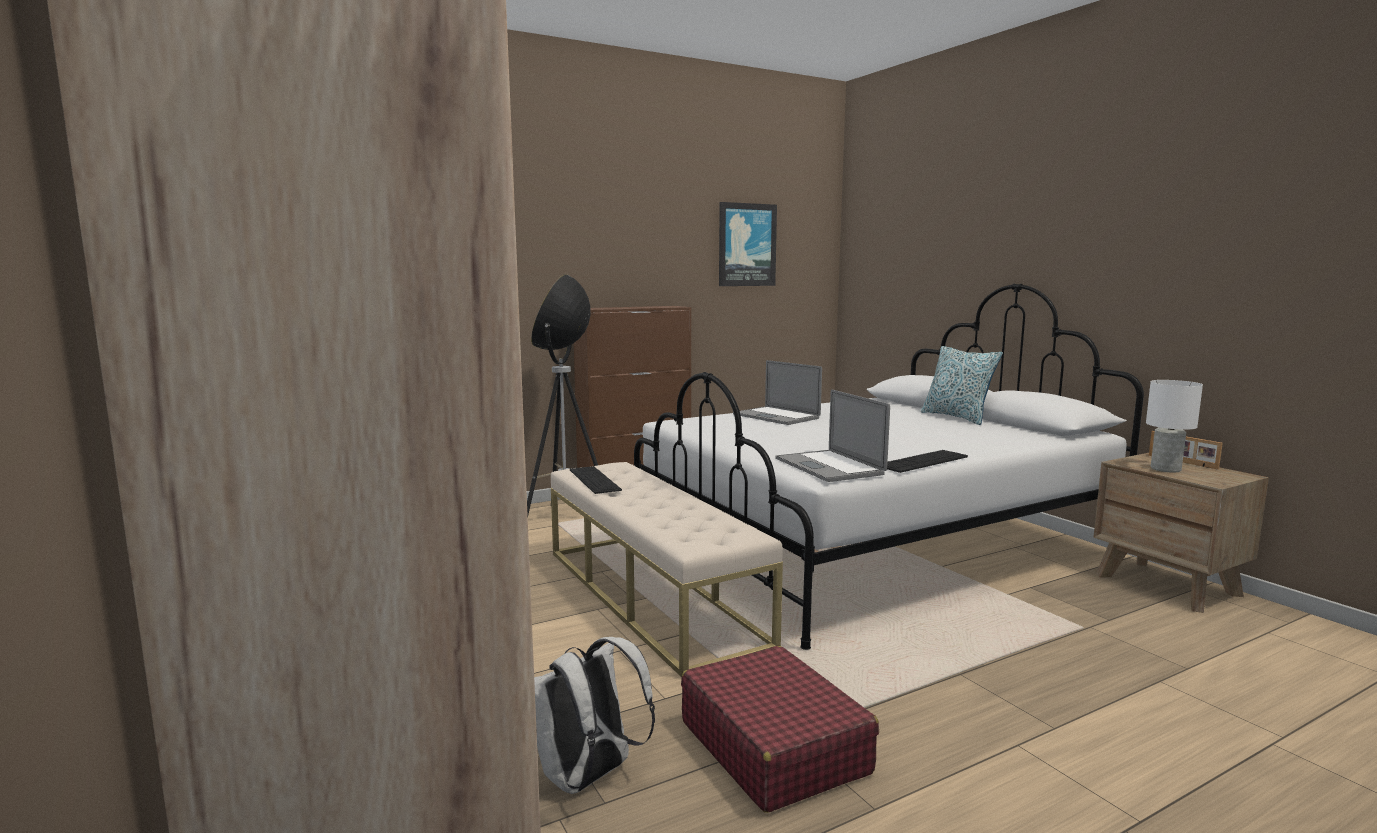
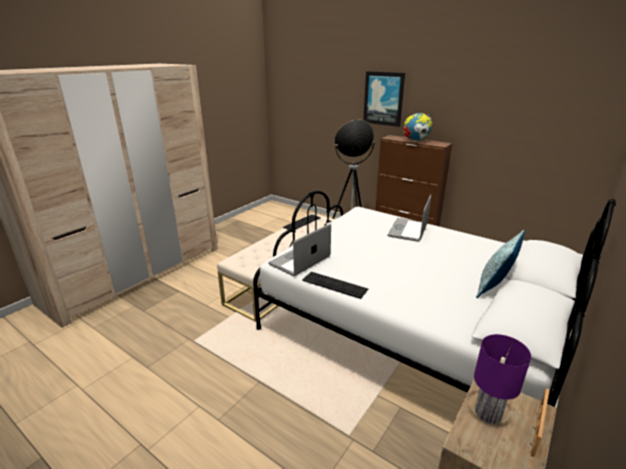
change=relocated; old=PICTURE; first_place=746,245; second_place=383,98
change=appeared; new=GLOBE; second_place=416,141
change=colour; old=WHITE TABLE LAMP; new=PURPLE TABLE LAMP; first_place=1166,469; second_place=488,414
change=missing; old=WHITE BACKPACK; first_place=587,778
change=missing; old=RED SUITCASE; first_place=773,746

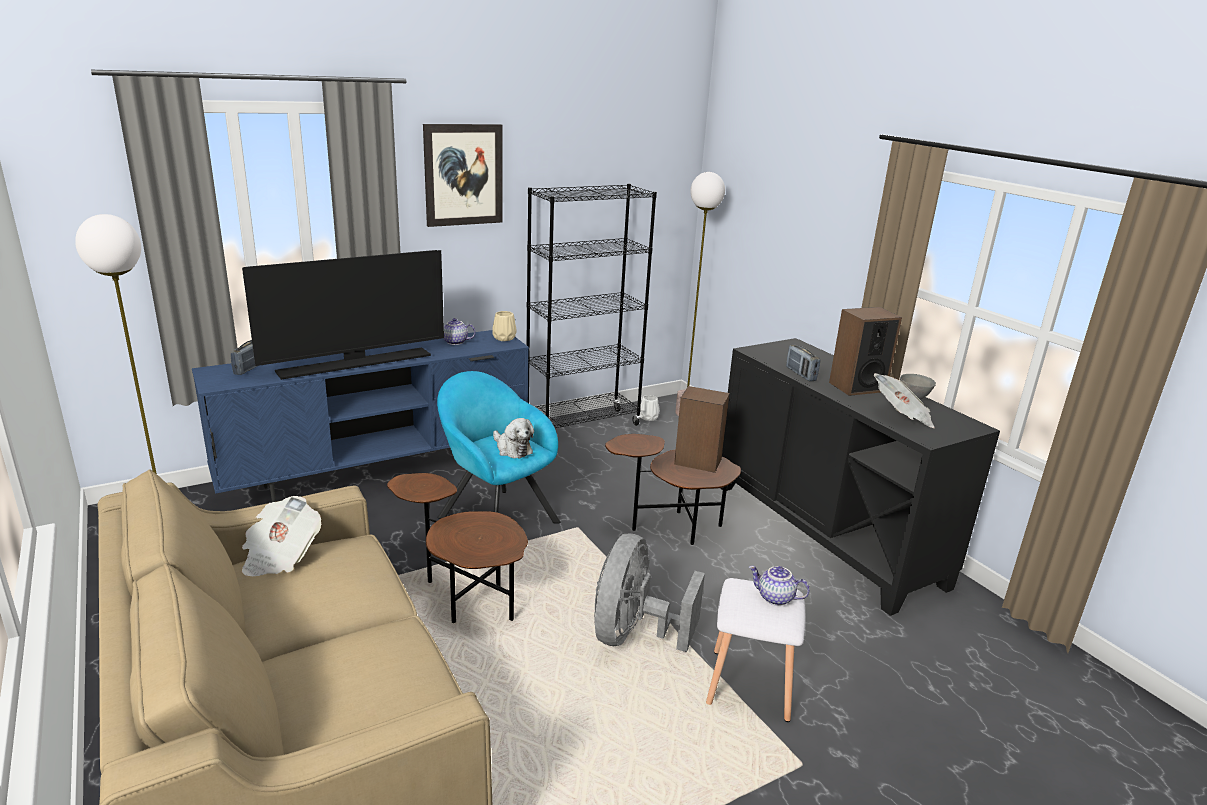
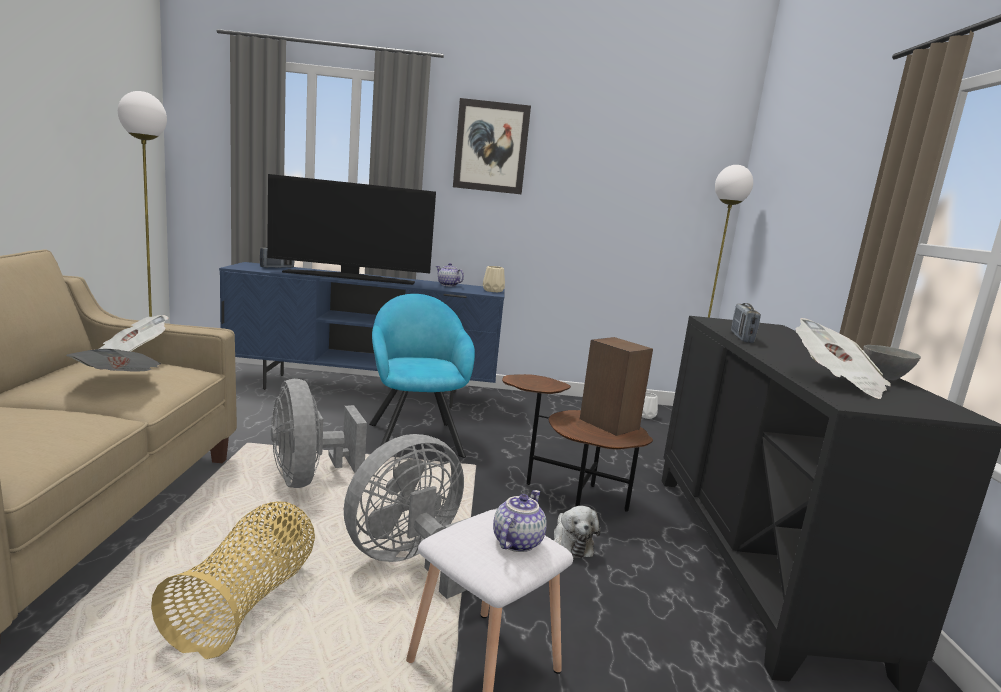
change=appeared; new=NEWSPAPER; second_place=119,382
change=appeared; new=BASKET; second_place=246,603
change=exchanged; old=BROWN SIDE TABLE; new=GREY FAN; first_place=464,599; second_place=308,478
change=spun; old=TEAPOT; first_place=775,598; second_place=516,541; degrees=60
change=relocated; old=PLUSH TOY; first_place=512,449; second_place=571,543
change=missing; old=BLACK BOOKCASE; first_place=582,426
change=missing; old=SPEAKER; first_place=857,387

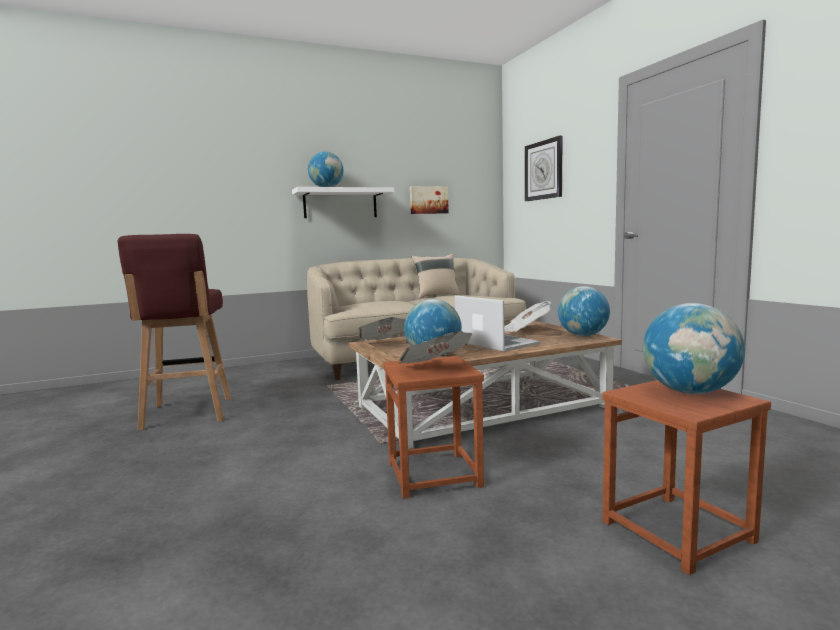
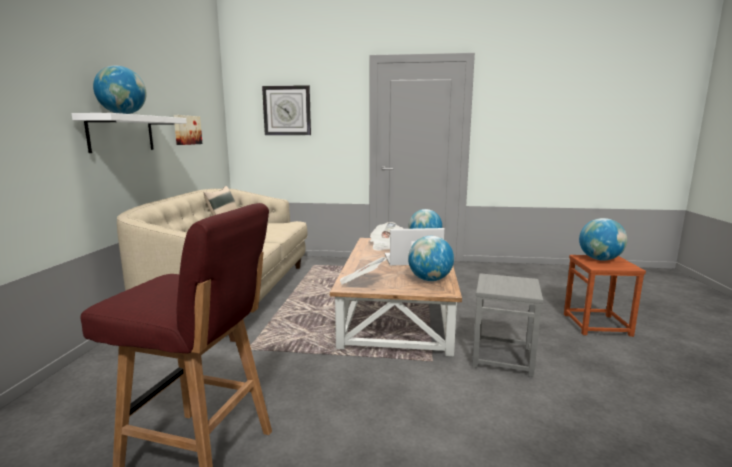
change=colour; old=BROWN STOOL; new=GREY STOOL; first_place=434,474; second_place=502,357
change=missing; old=NEWSPAPER; first_place=435,369

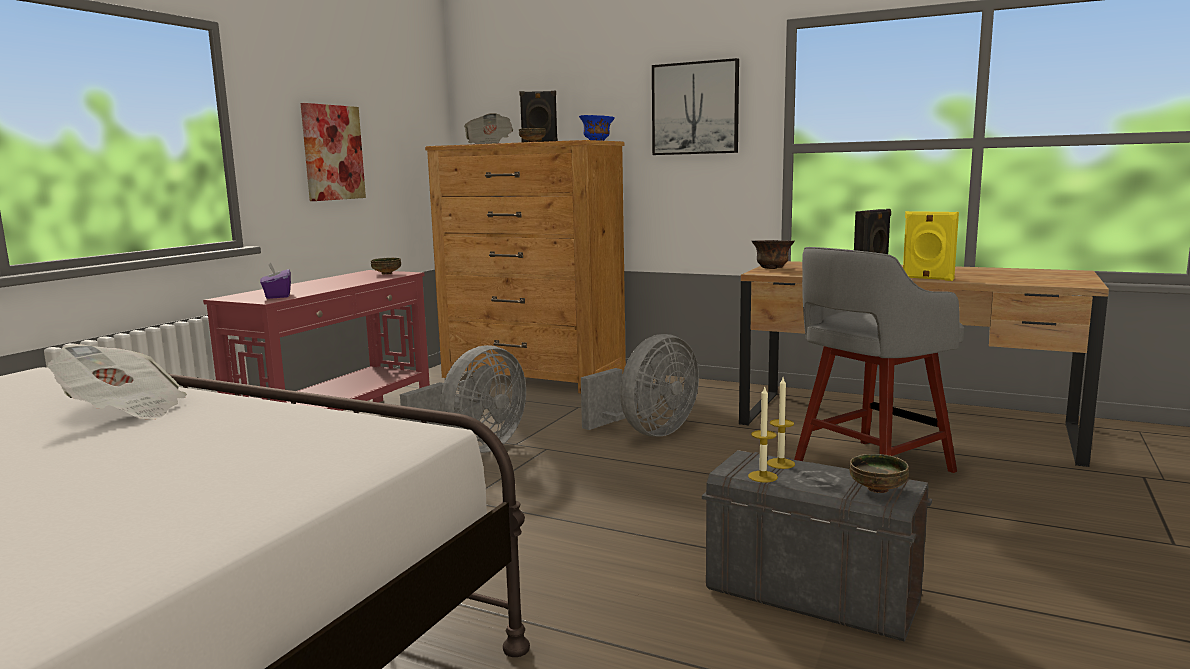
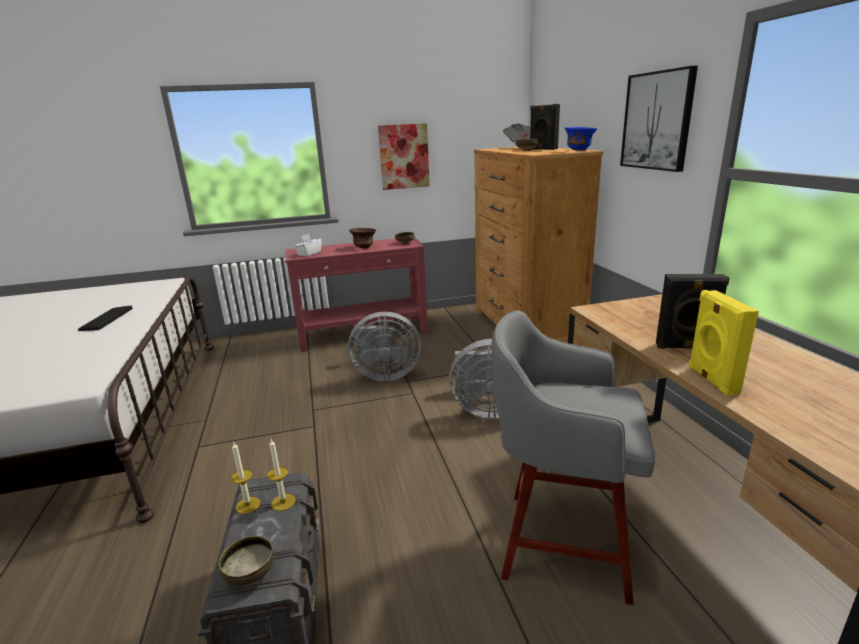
change=exchanged; old=NEWSPAPER; new=KEYBOARD; first_place=124,411; second_place=106,319
change=colour; old=PURPLE TISSUE BOX; new=WHITE TISSUE BOX; first_place=277,296; second_place=309,254
change=relocated; old=BROWN BOWL; first_place=771,268; second_place=364,247

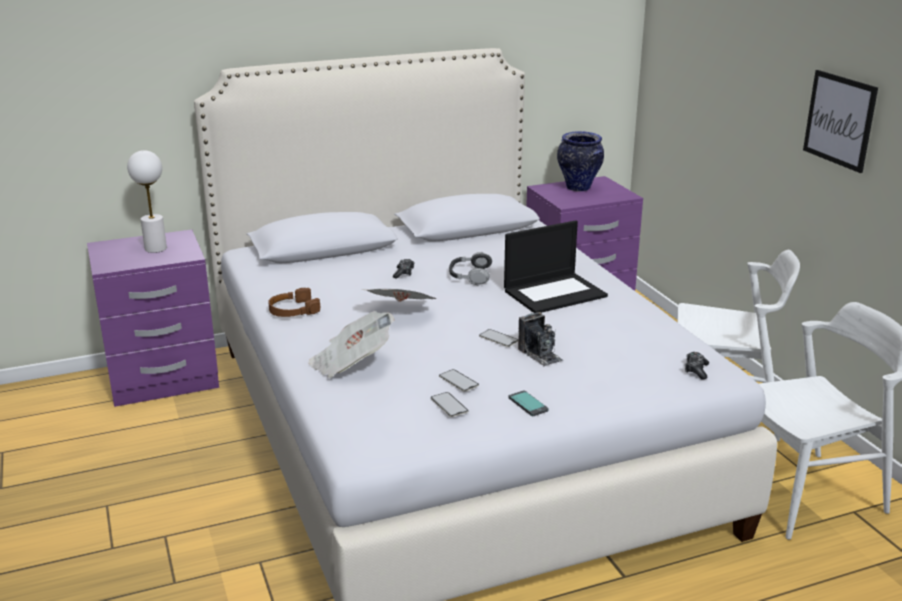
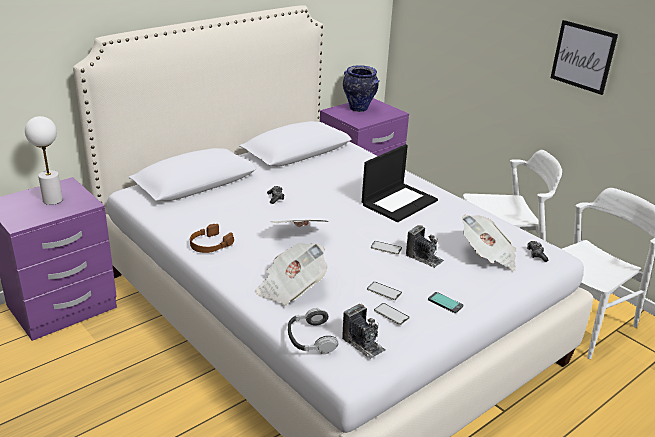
change=relocated; old=HEADPHONES; first_place=470,275; second_place=310,338
change=appeared; new=PHOTO CAMERA; second_place=363,344
change=appeared; new=NEWSPAPER; second_place=488,256

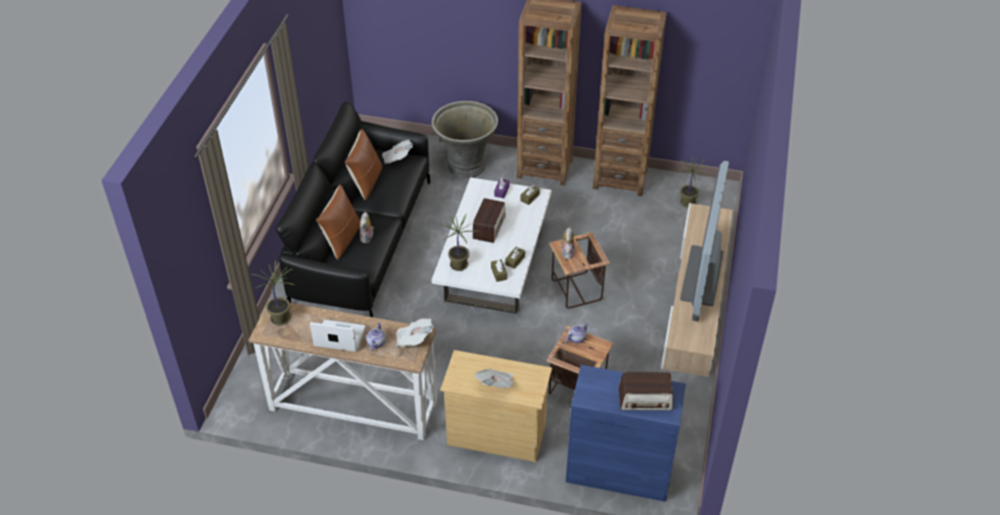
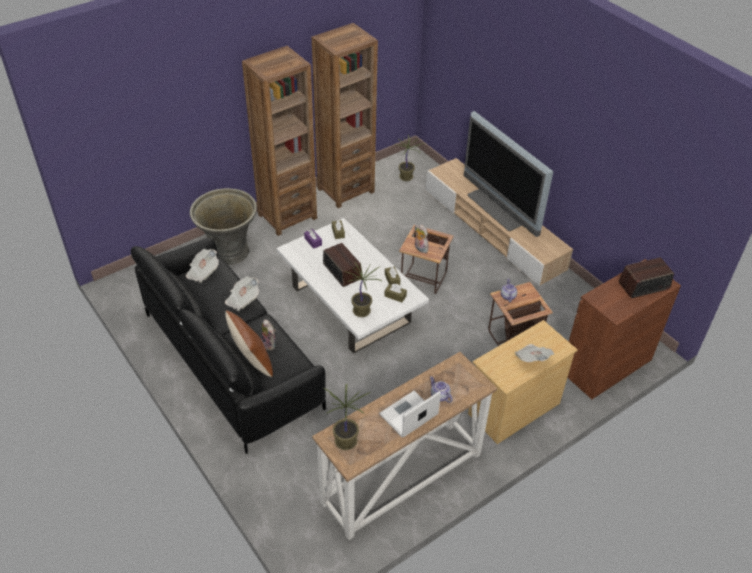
change=relocated; old=NEWSPAPER; first_place=413,339; second_place=242,300
change=colour; old=BLUE CABINET; new=BROWN CABINET; first_place=619,471; second_place=606,365
change=spun; old=RADIO; first_place=645,399; second_place=643,285; degrees=-150
change=missing; old=BROWN PILLOW; first_place=366,182

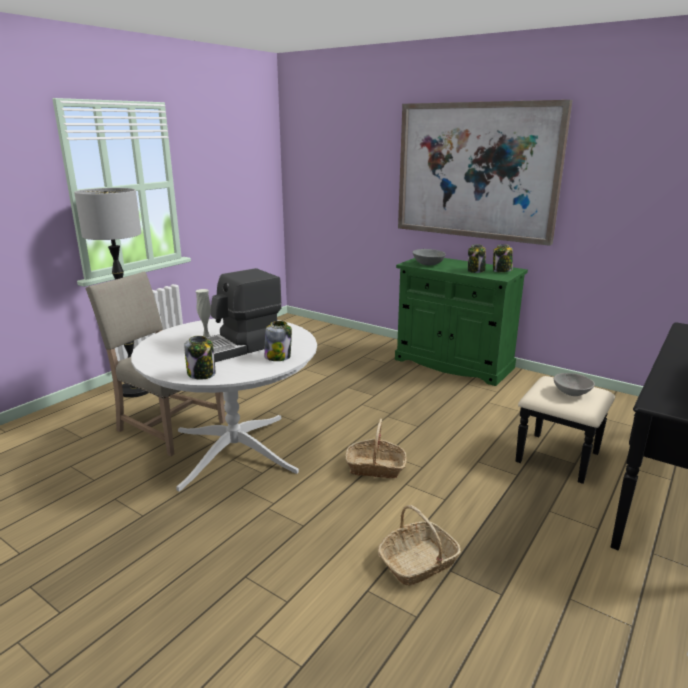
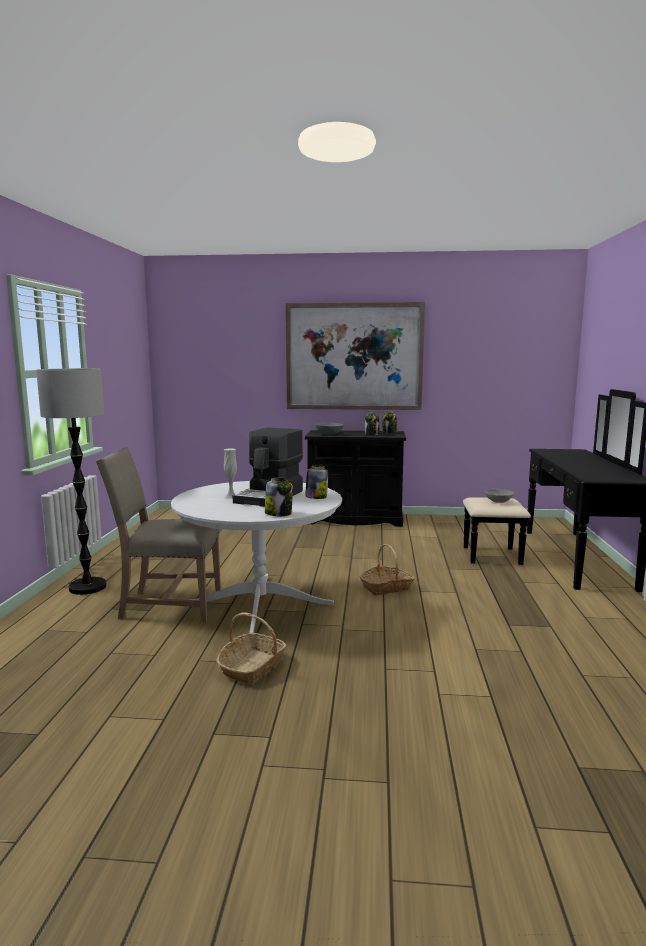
change=relocated; old=BASKET; first_place=418,563; second_place=252,667
change=colour; old=GREEN CABINET; new=BLACK CABINET; first_place=453,364; second_place=355,519

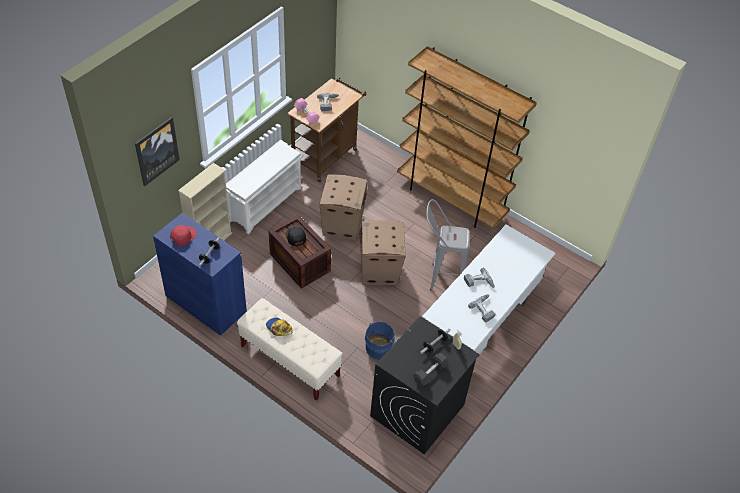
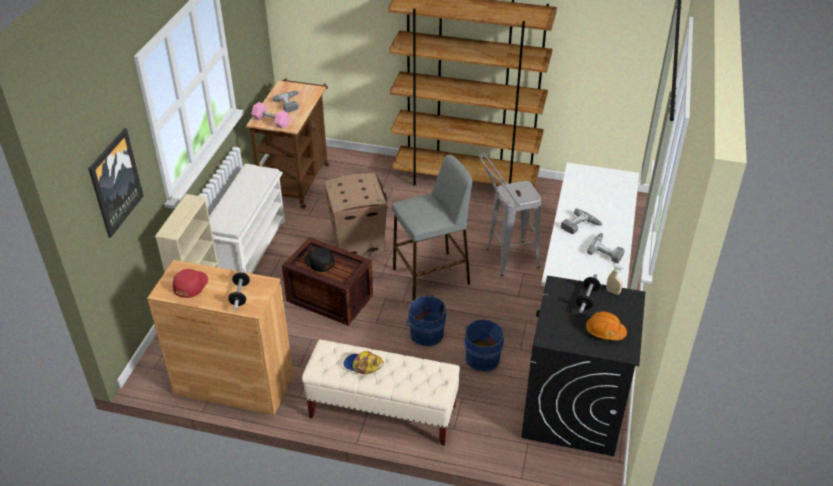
change=colour; old=BLUE CABINET; new=BROWN CABINET; first_place=205,303; second_place=233,384
change=exchanged; old=CARDBOARD BOX; new=GREY STOOL; first_place=379,271; second_place=431,276
change=appeared; new=BLUE BUCKET; second_place=425,333
change=exchanged; old=GREY DUMBBELL; new=ORANGE HARD HAT; first_place=430,373; second_place=604,331

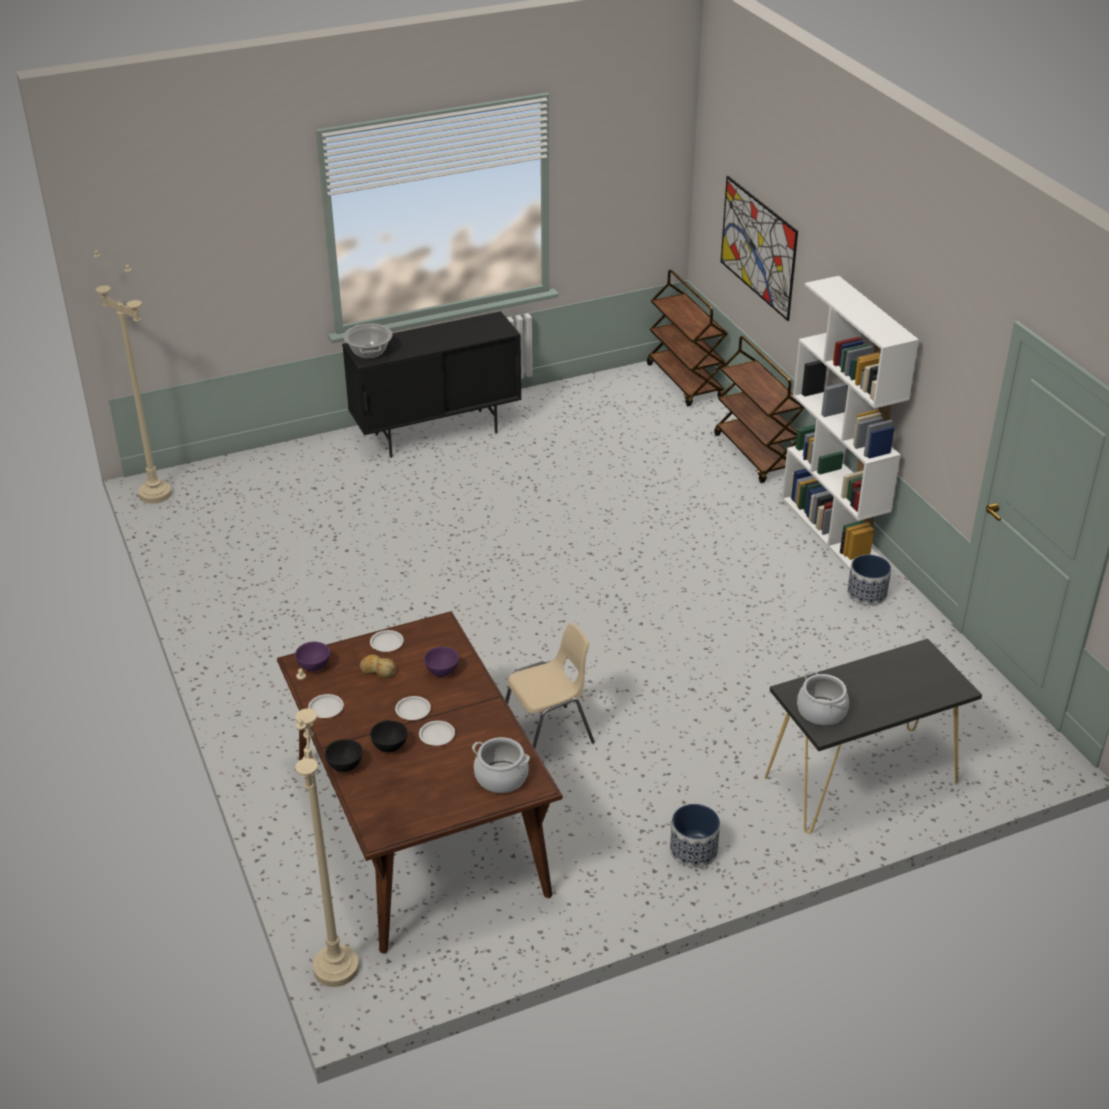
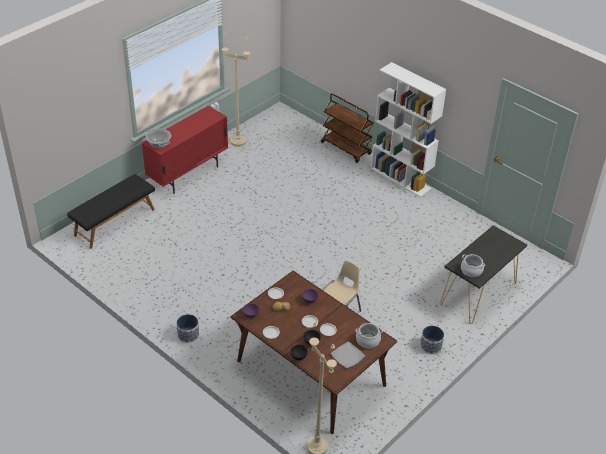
change=appeared; new=BLACK BENCH; second_place=114,222
change=colour; old=BLACK CABINET; new=RED CABINET; first_place=437,433; second_place=188,175
change=relocated; old=PLANTER; first_place=867,594; second_place=188,335
change=relocated; old=BEIGE FLOOR LAMP; first_place=155,494; second_place=238,142
change=appeared; new=PLATE; second_place=348,356
change=missing; old=BROWN CART; first_place=685,382
change=missing; old=PICTURE; first_place=758,247

